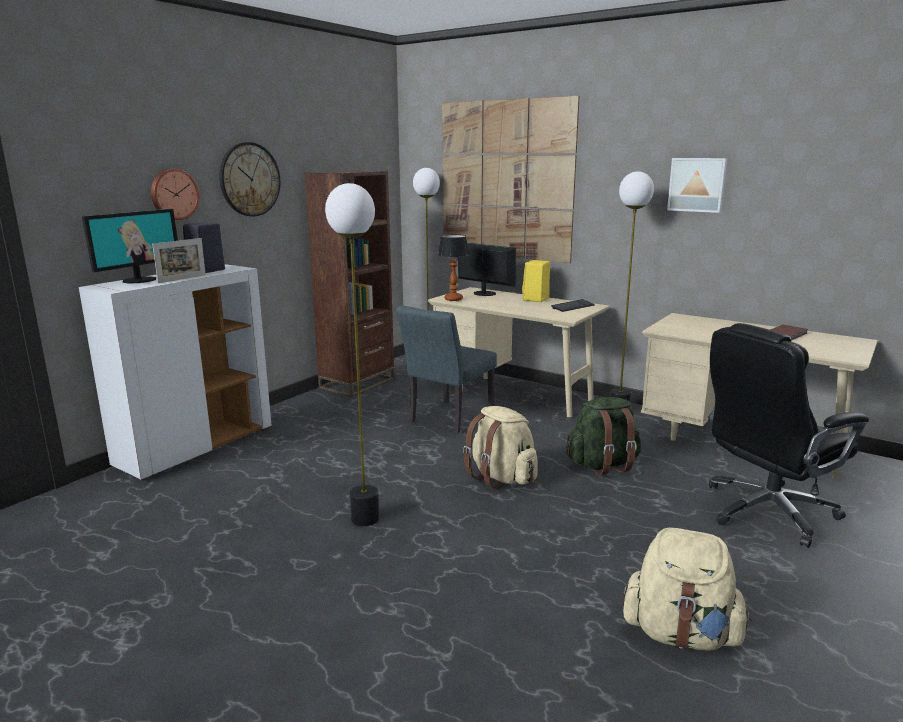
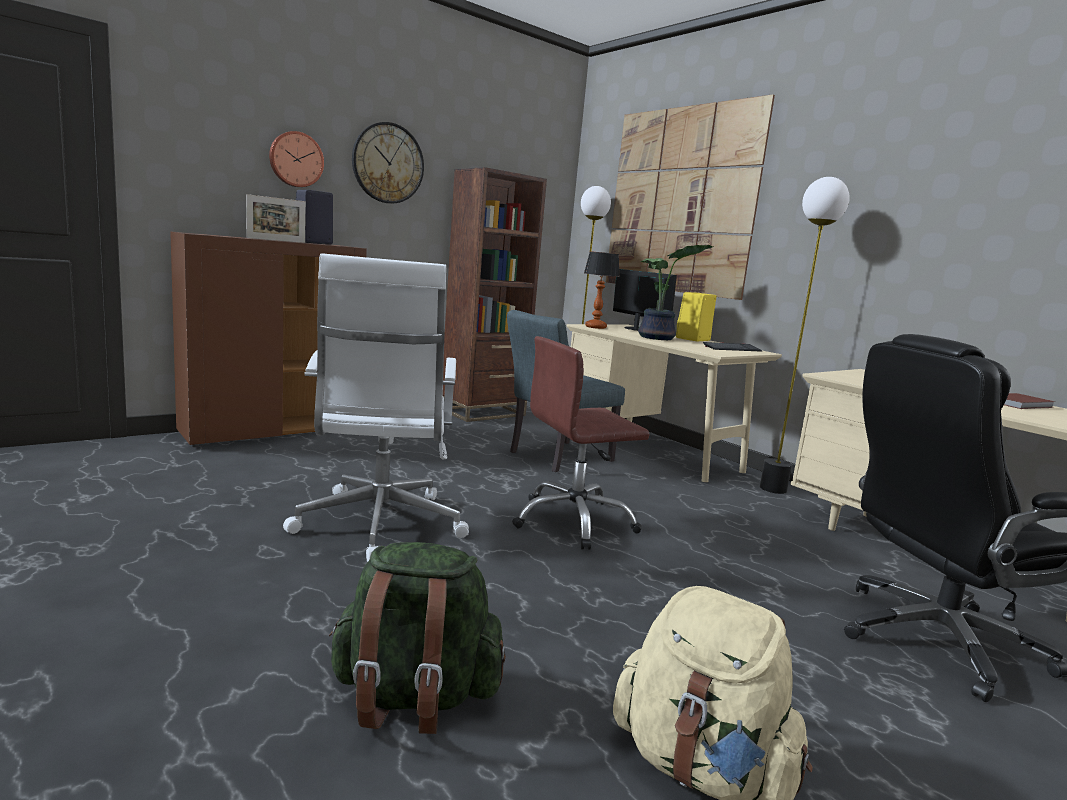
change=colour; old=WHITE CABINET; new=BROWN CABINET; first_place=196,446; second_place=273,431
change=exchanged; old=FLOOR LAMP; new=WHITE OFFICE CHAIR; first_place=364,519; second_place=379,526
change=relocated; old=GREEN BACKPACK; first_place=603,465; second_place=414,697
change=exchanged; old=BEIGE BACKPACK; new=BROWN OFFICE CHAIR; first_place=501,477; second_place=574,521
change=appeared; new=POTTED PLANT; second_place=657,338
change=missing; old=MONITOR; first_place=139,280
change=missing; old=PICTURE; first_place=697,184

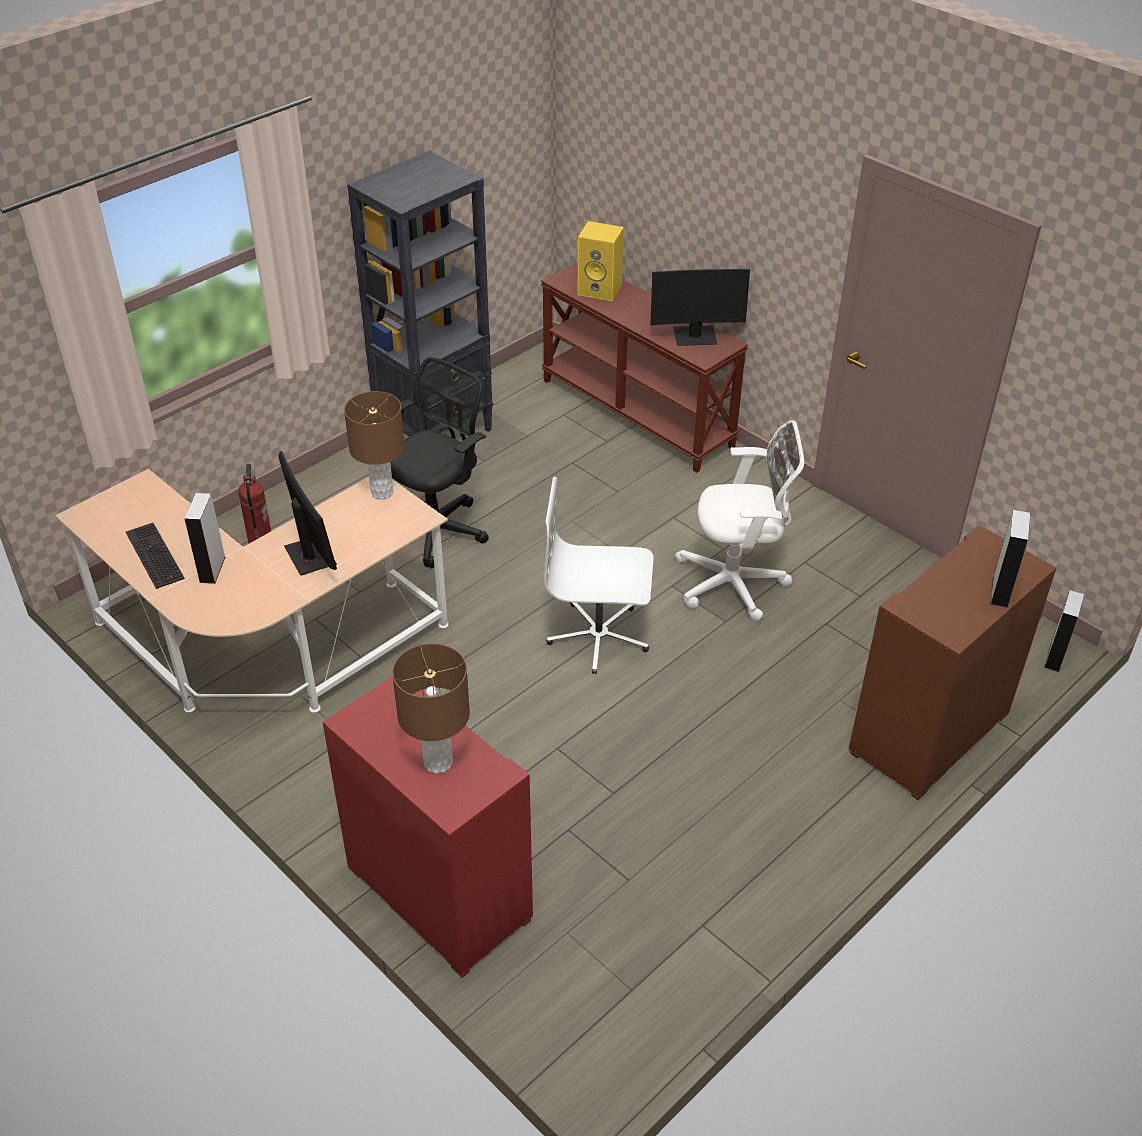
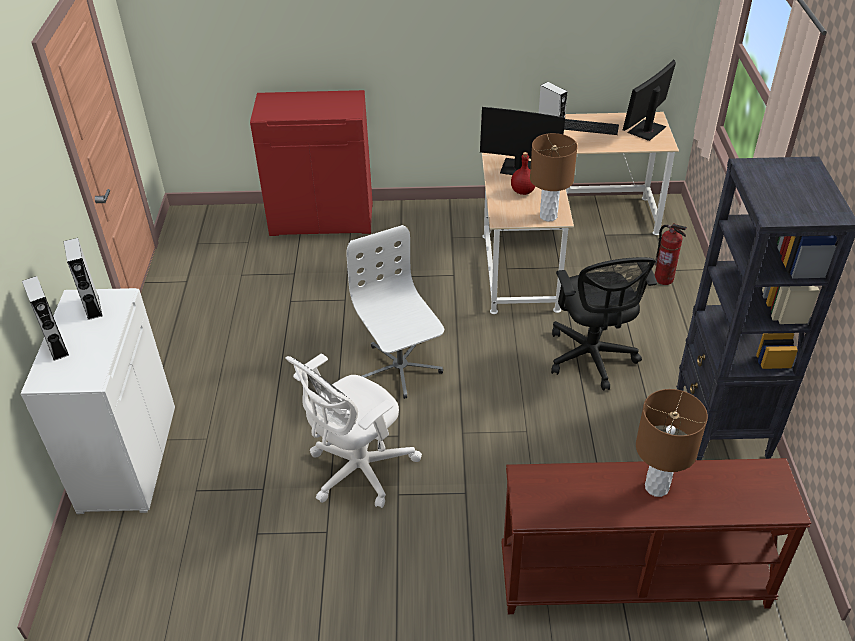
change=colour; old=BROWN CABINET; new=WHITE CABINET; first_place=930,734; second_place=127,458
change=relocated; old=GREY SPEAKER; first_place=1054,657; second_place=93,307
change=spun; old=WHITE OFFICE CHAIR; first_place=599,637; second_place=399,368; degrees=-75
change=appeared; new=RED BOTTLE; second_place=522,191
change=relocated; old=MONITOR; first_place=695,337; second_place=646,130
change=relocated; old=BROWN TABLE LAMP; first_place=438,762; second_place=657,487
change=missing; old=YELLOW SPEAKER; first_place=601,289

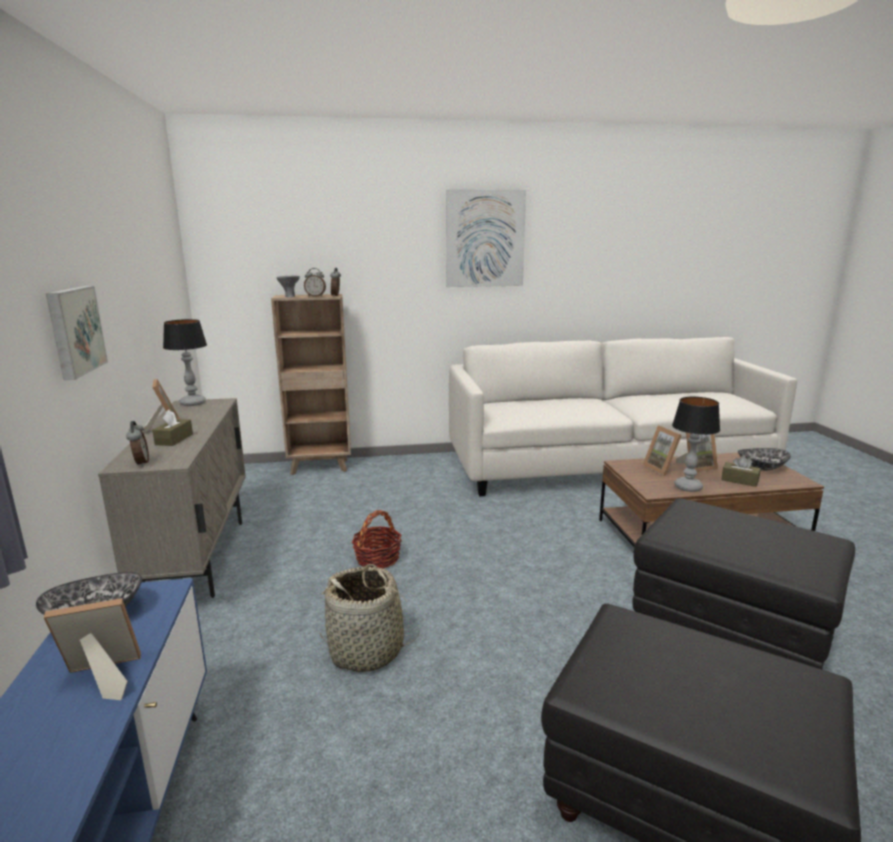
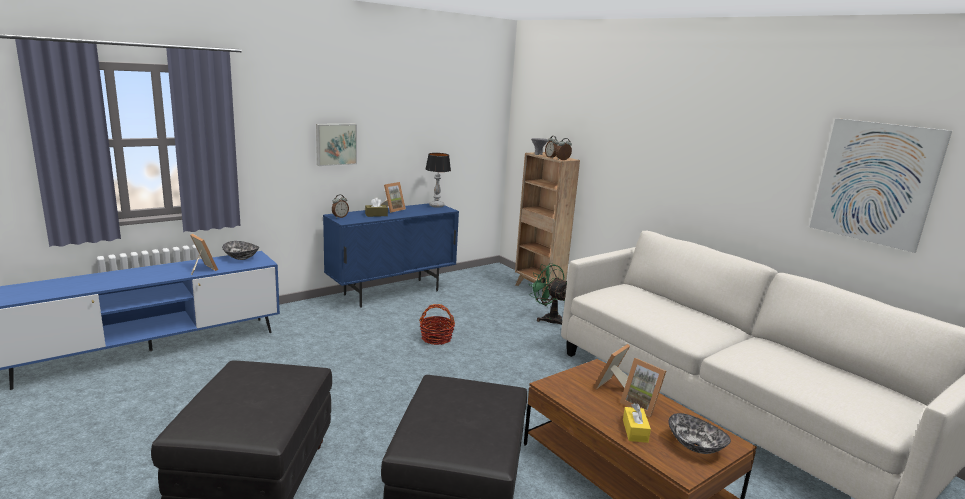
change=colour; old=BEIGE CABINET; new=BLUE CABINET; first_place=199,558; second_place=392,293
change=appeared; new=GREEN FAN; second_place=549,318
change=colour; old=BROWN TISSUE BOX; new=YELLOW TISSUE BOX; first_place=739,480; second_place=635,431
change=relocated; old=PICTURE; first_place=485,239; second_place=875,183
change=missing; old=BASKET; first_place=367,651
change=missing; old=TABLE LAMP; first_place=688,487

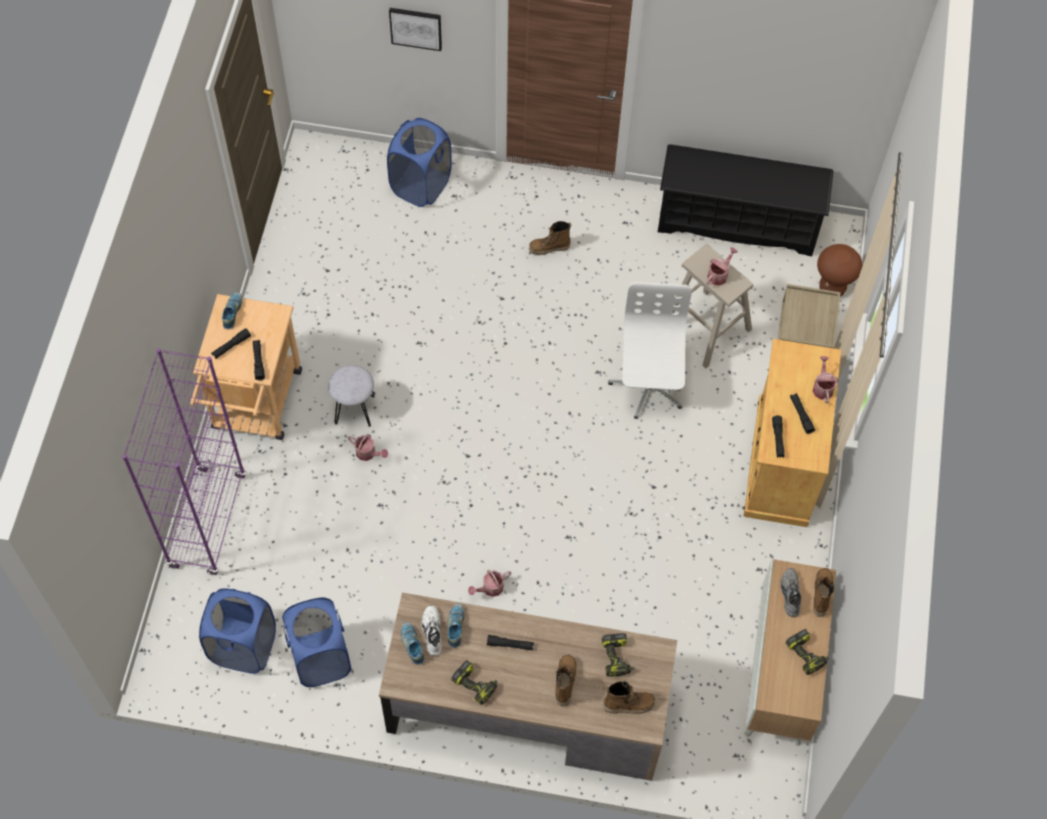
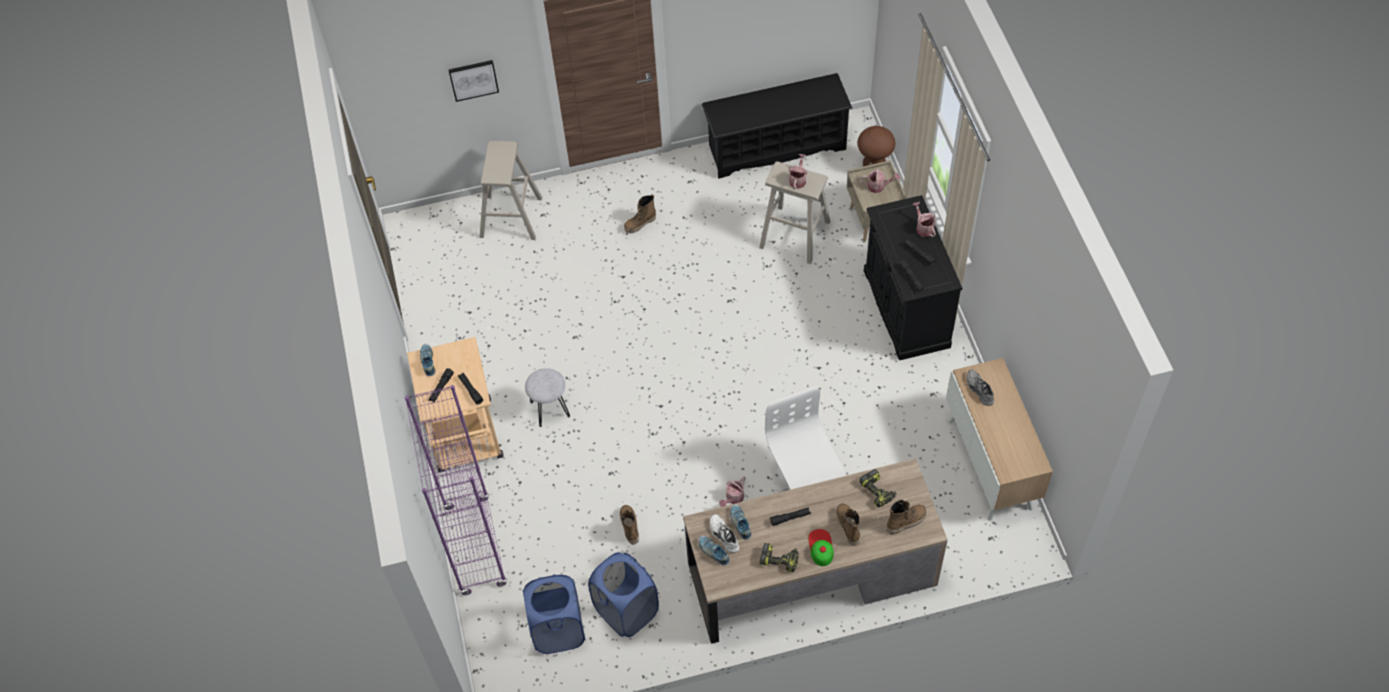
change=exchanged; old=BLUE LAUNDRY BASKET; new=BEIGE STOOL; first_place=421,185; second_place=511,217
change=relocated; old=BOOT; first_place=821,594; second_place=629,526
change=relocated; old=WHITE OFFICE CHAIR; first_place=648,386; second_place=803,486
change=appeared; new=CAP; second_place=821,547
change=relocated; old=WATERING CAN; first_place=368,453; second_place=878,186
change=colour; old=BEIGE CABINET; new=BLACK CABINET; first_place=781,462; second_place=905,308
change=missing; old=POWER DRILL; first_place=806,654

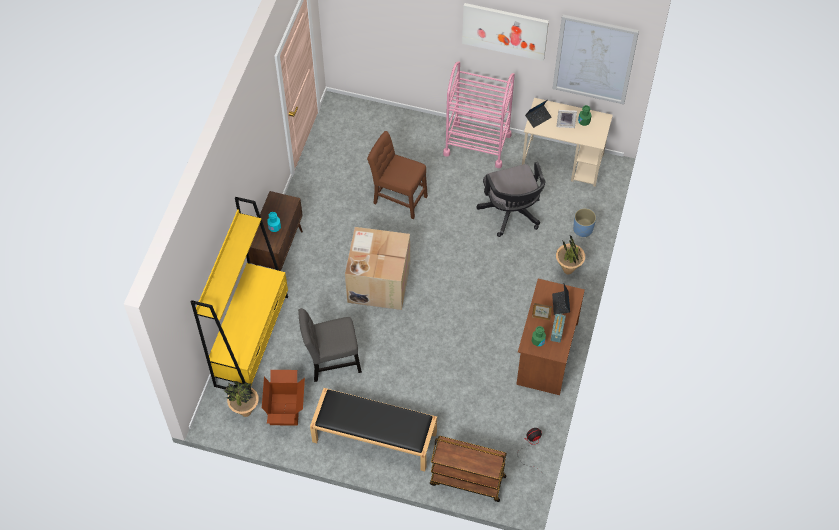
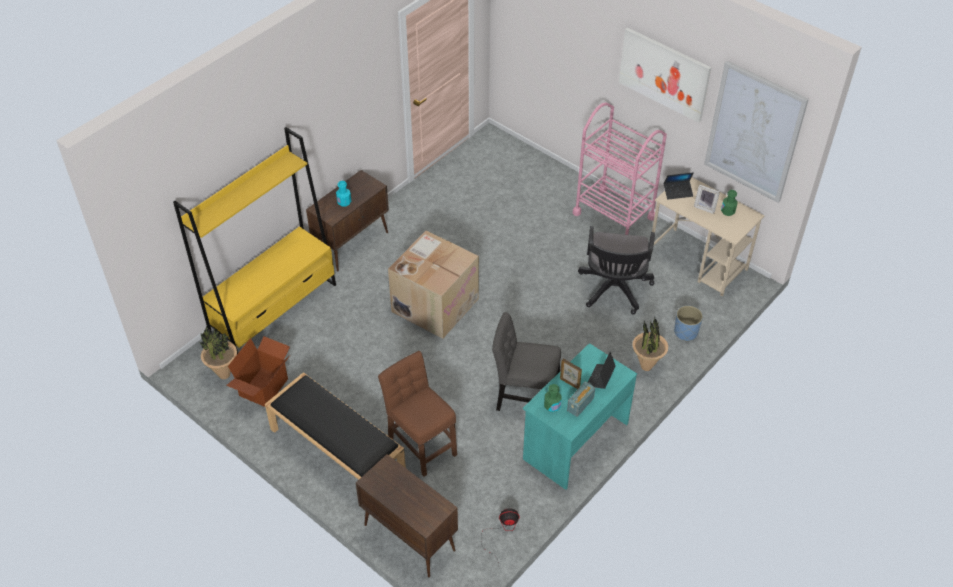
change=exchanged; old=BROWN CART; new=BROWN CABINET; first_place=467,480; second_place=408,537
change=relocated; old=BROWN CHAIR; first_place=398,198; second_place=420,443
change=relocated; old=GREY CHAIR; first_place=331,362; second_place=524,398
change=colour; old=BROWN DESK; new=TURQUOISE DESK; first_place=546,353; second_place=574,440

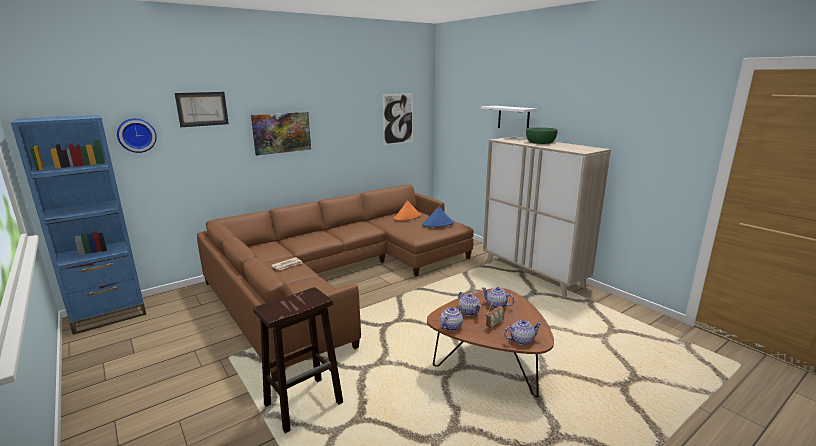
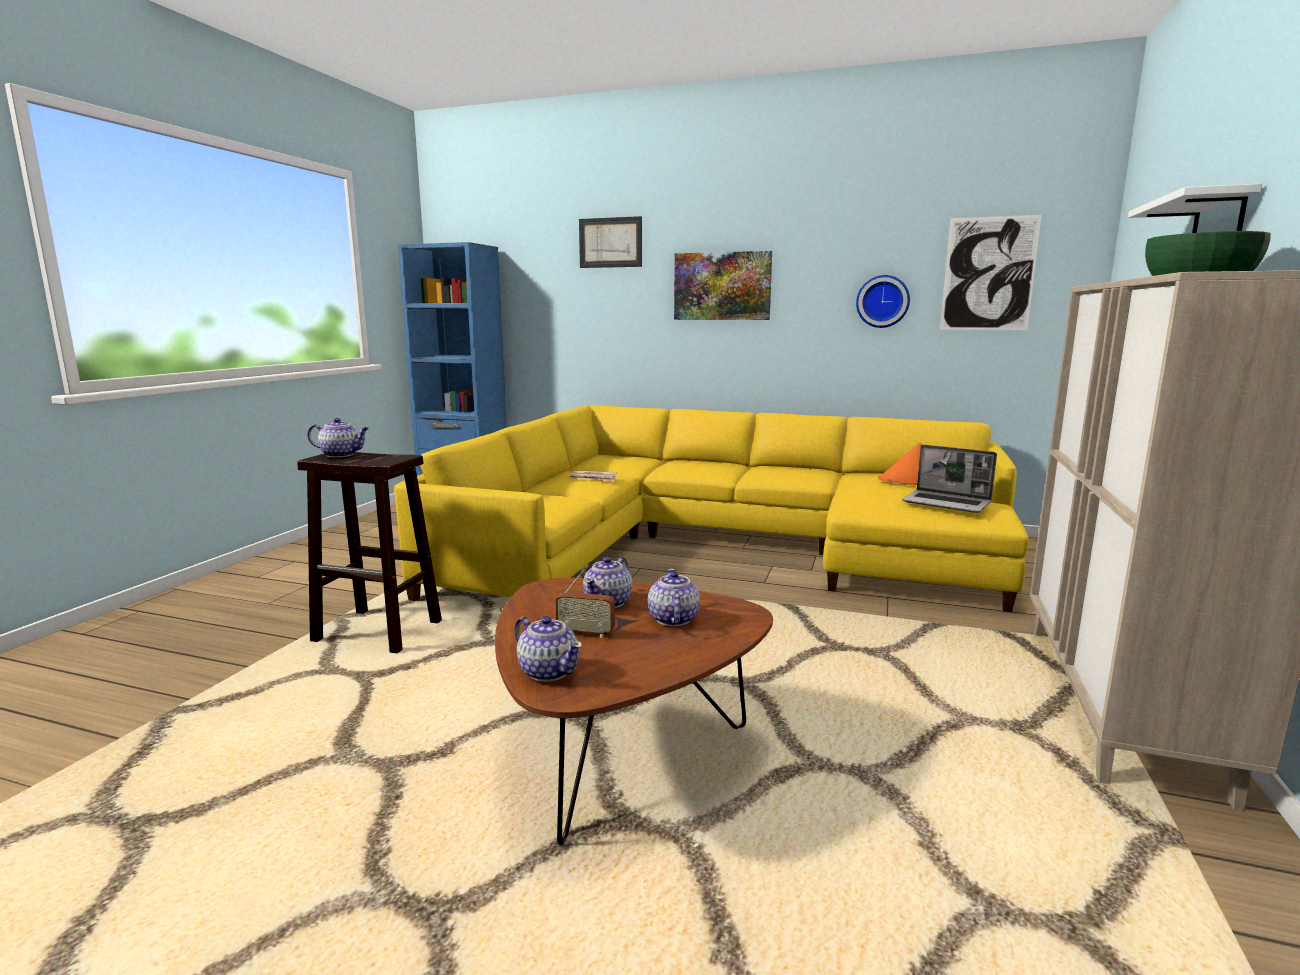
change=relocated; old=TEAPOT; first_place=451,326; second_place=341,455
change=colour; old=BROWN SOFA; new=YELLOW SOFA; first_place=339,277; second_place=717,546
change=relocated; old=WALL CLOCK; first_place=136,135; second_place=882,301
change=exchanged; old=BLUE HAT; new=LAPTOP; first_place=438,224; second_place=947,503

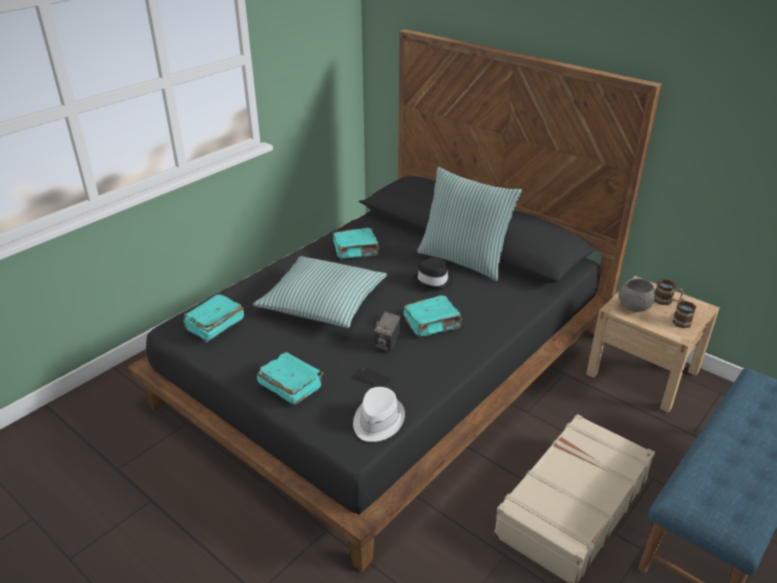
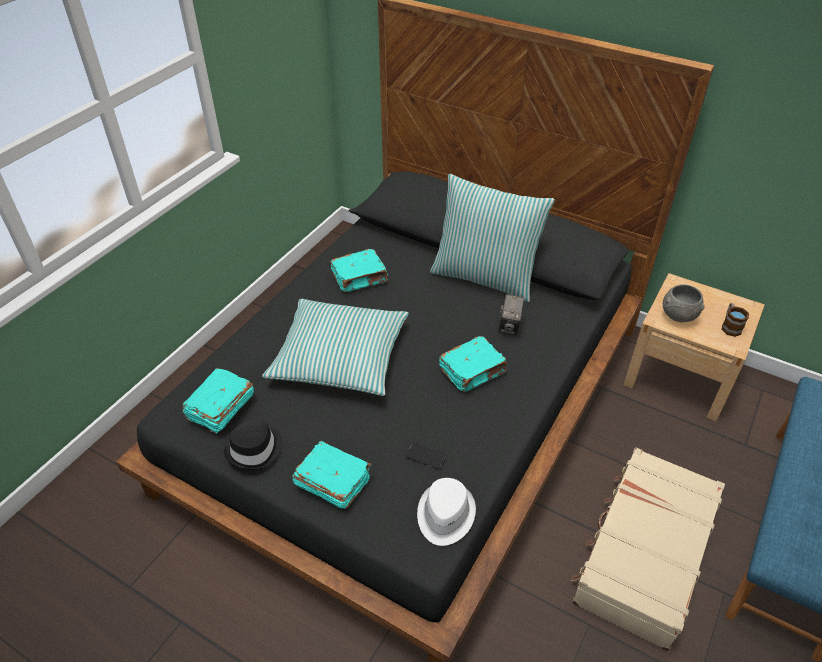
change=relocated; old=BLACK HAT; first_place=434,280; second_place=255,450
change=relocated; old=PHOTO CAMERA; first_place=387,343; second_place=509,326
change=missing; old=MUG; first_place=666,301

